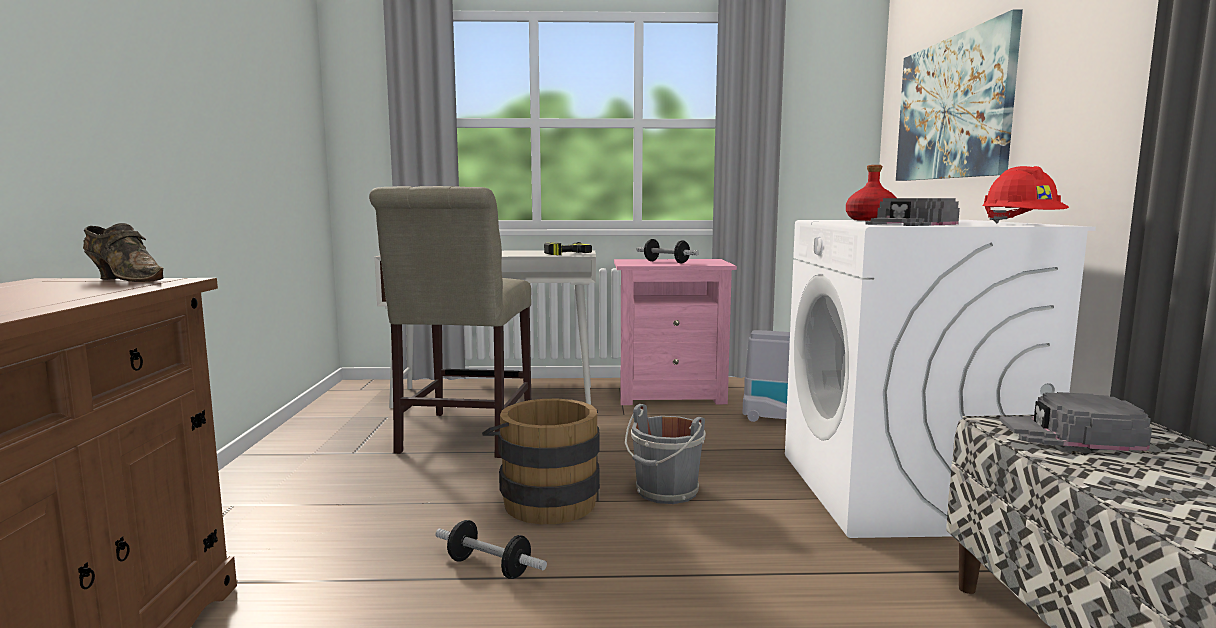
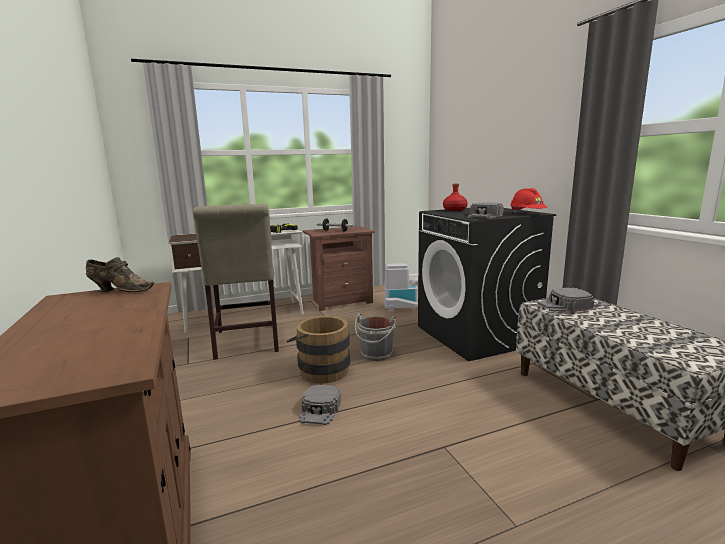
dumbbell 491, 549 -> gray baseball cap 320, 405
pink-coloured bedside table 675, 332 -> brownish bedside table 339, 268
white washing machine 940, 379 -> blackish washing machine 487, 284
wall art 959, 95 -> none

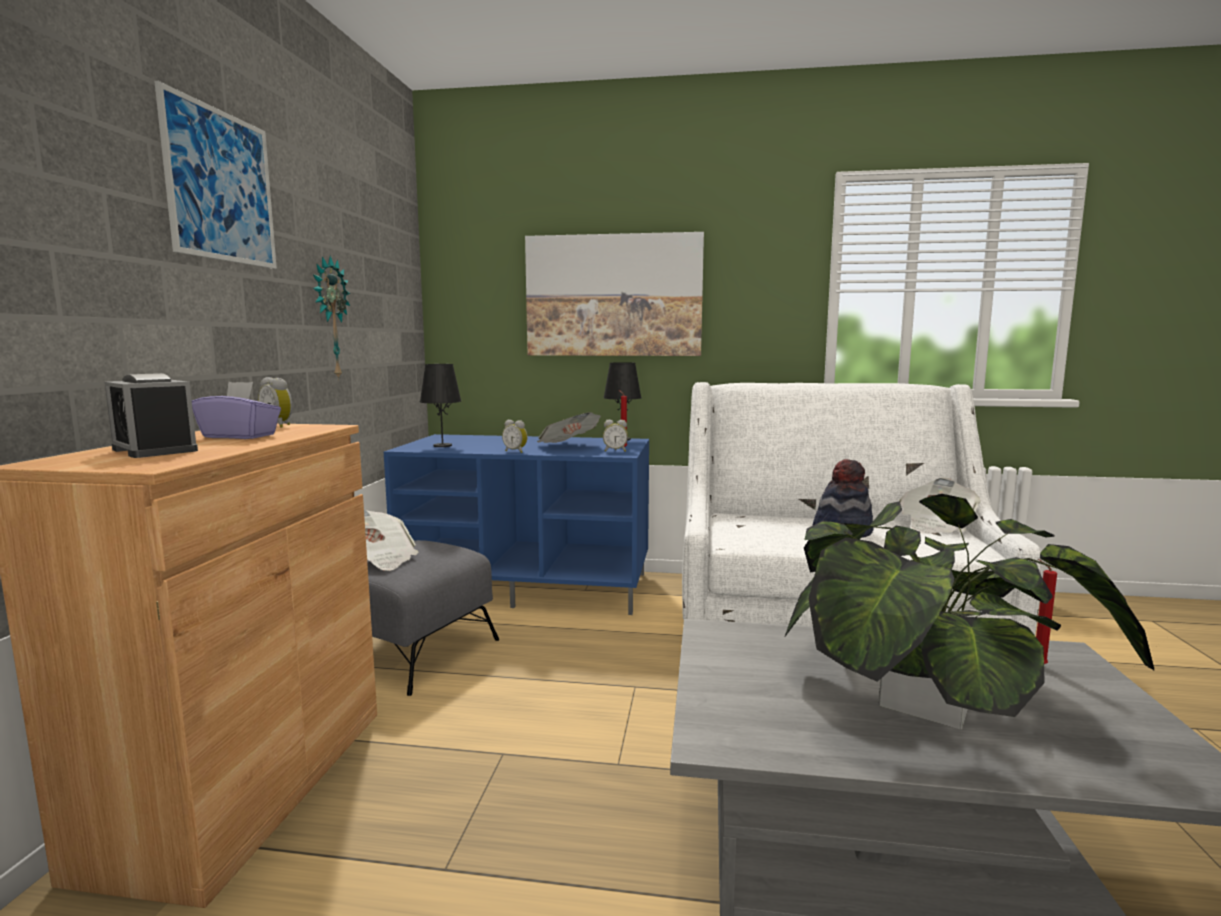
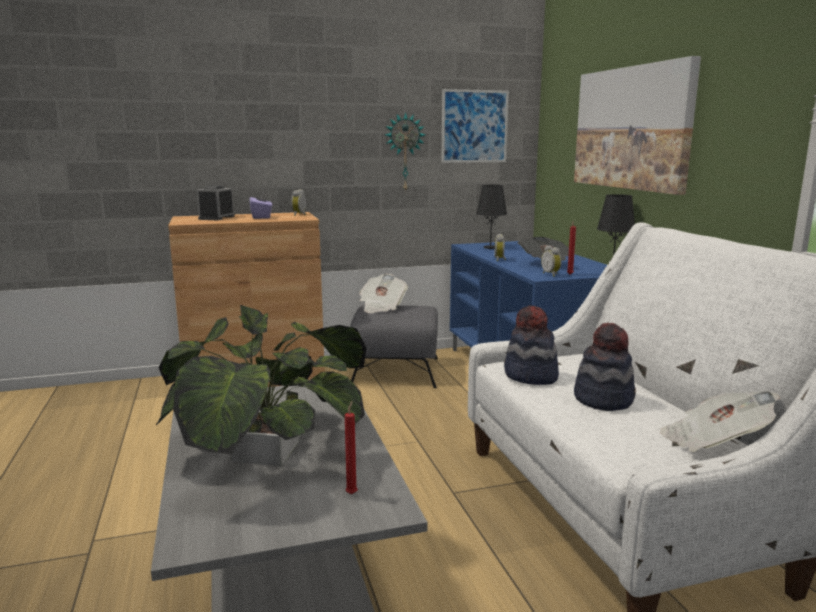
wall art 215, 175 -> wall art 475, 126, move
none -> wearable hat 531, 345

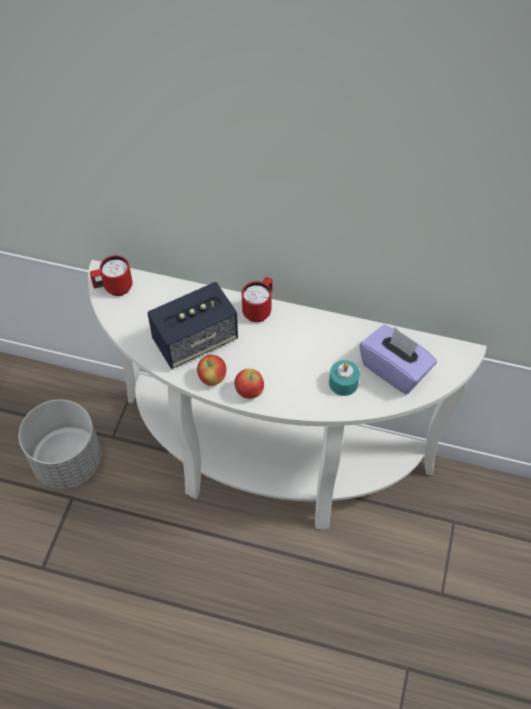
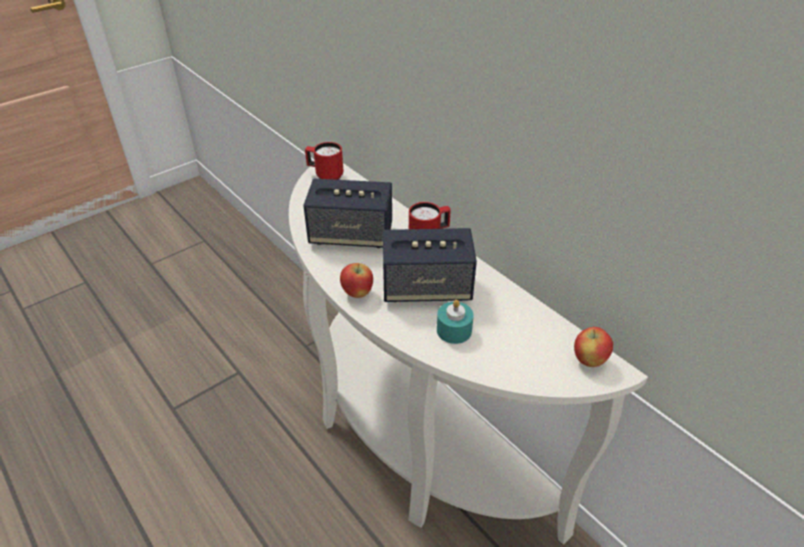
none -> speaker 430, 265
whole apple 211, 370 -> whole apple 593, 347, move
gray plant pot 60, 444 -> none
purple tissue box 398, 359 -> none

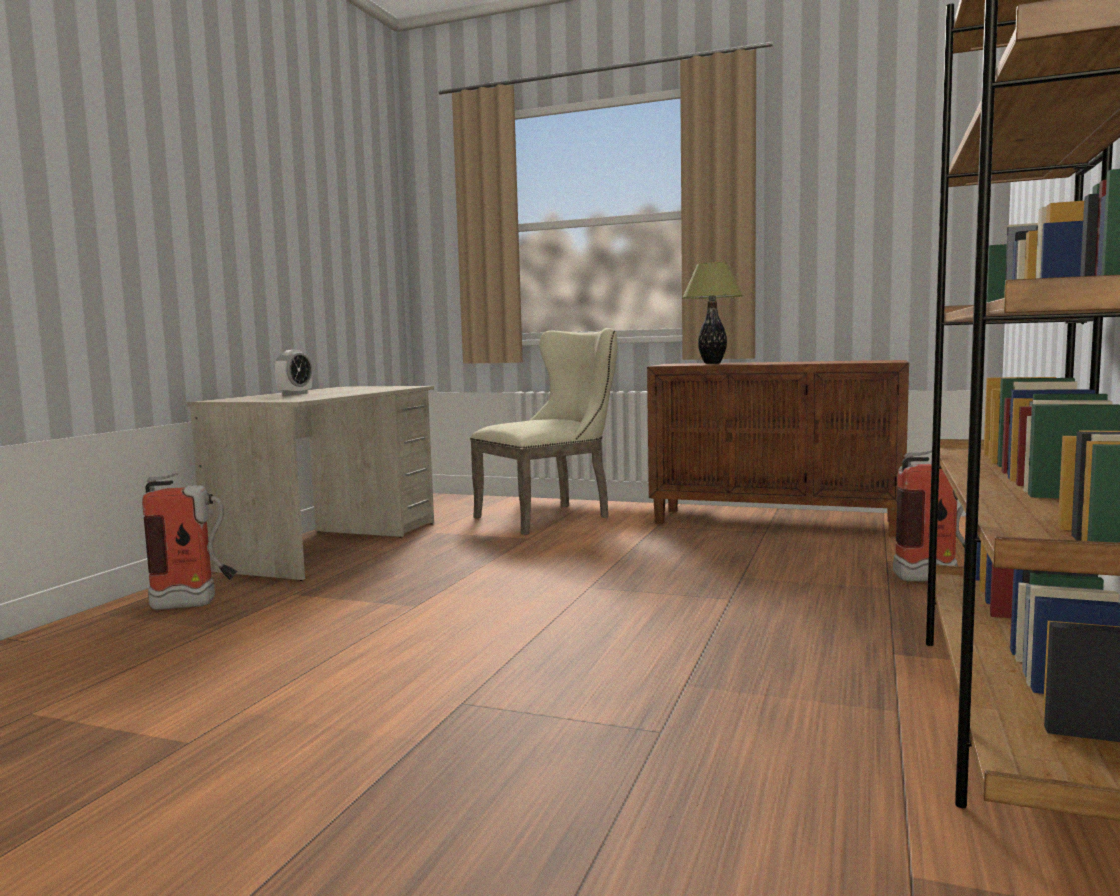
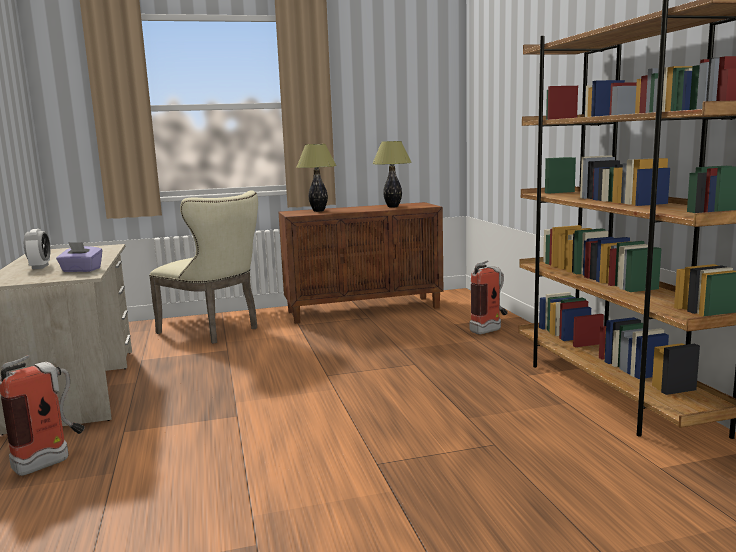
none -> purple tissue box 79, 257
beige chair 544, 431 -> beige chair 203, 267, 105 degrees clockwise
none -> table lamp 392, 174

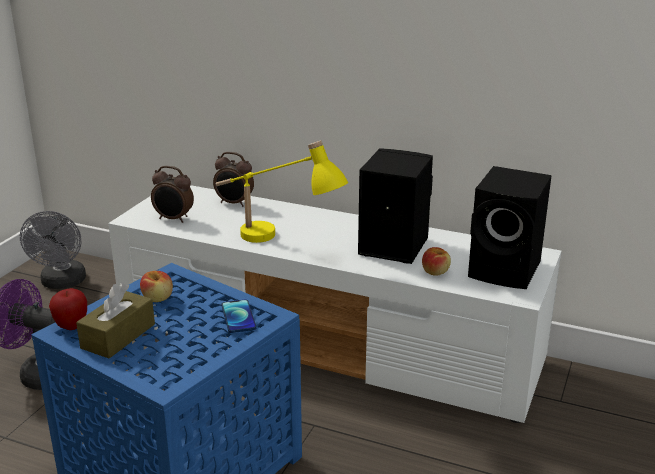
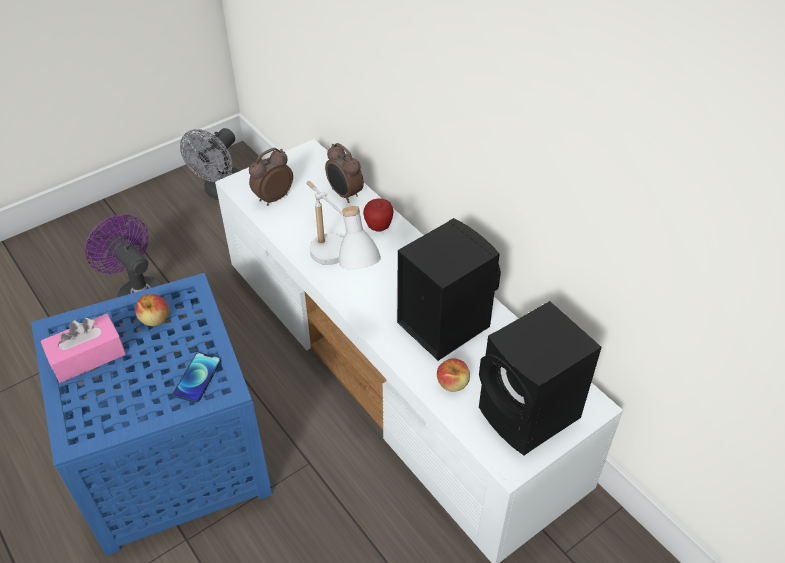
brownish tissue box 115, 320 -> pink-coloured tissue box 83, 348
bedside clock 172, 194 -> bedside clock 271, 177, 90 degrees clockwise
yellow-coloured table lamp 282, 191 -> white table lamp 343, 225
whole apple 68, 309 -> whole apple 378, 215, move

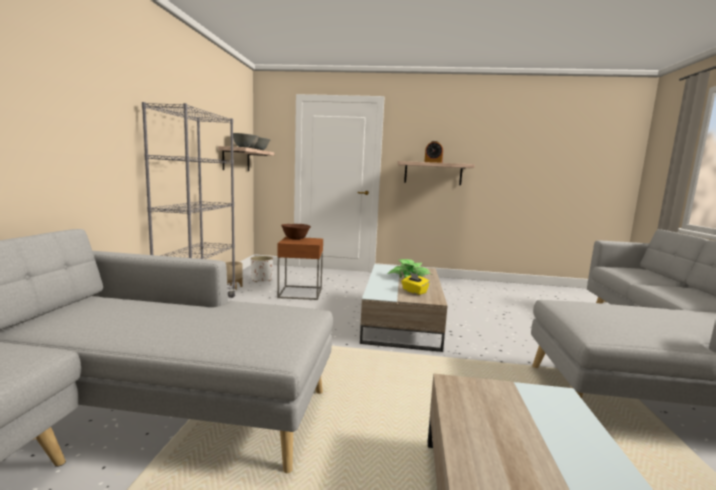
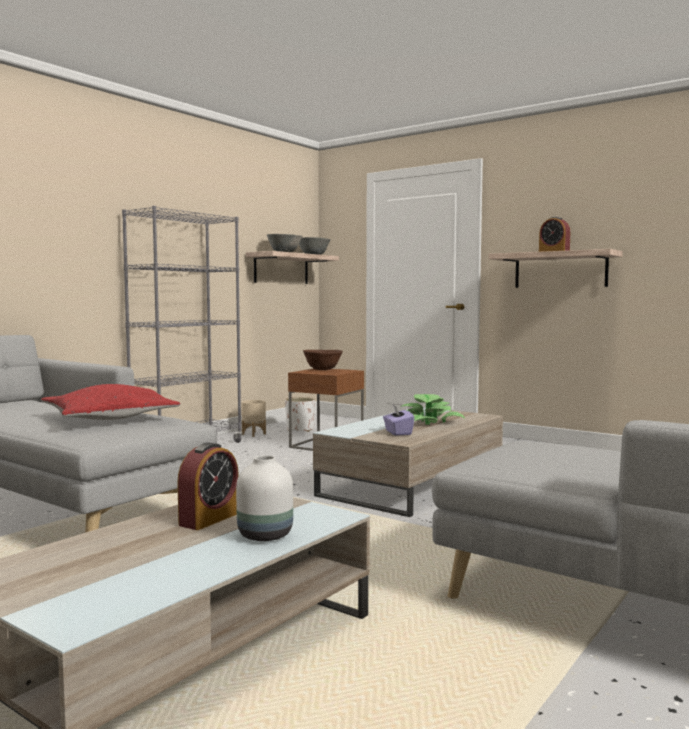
none -> red cushion 110, 402
none -> bedside clock 208, 486
none -> white flower vase 264, 498
yellow-coloured tissue box 415, 283 -> purple tissue box 399, 420

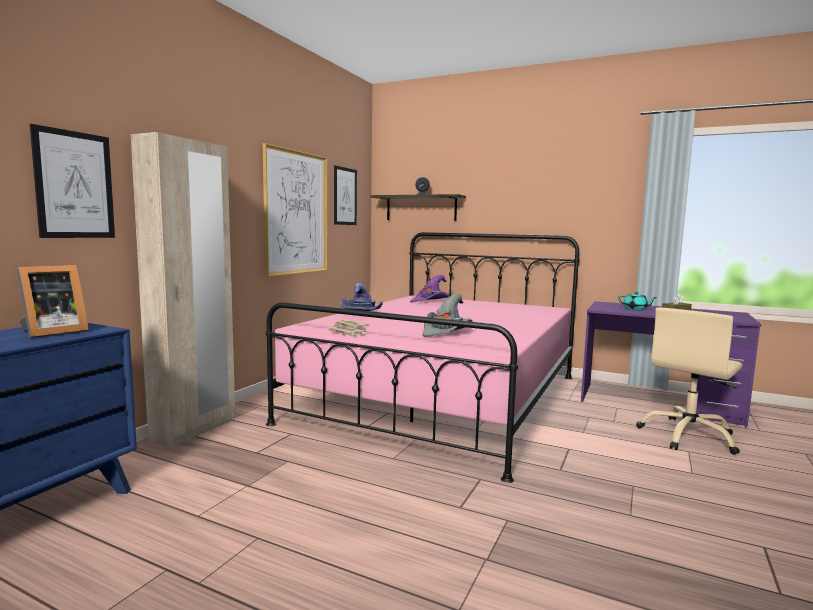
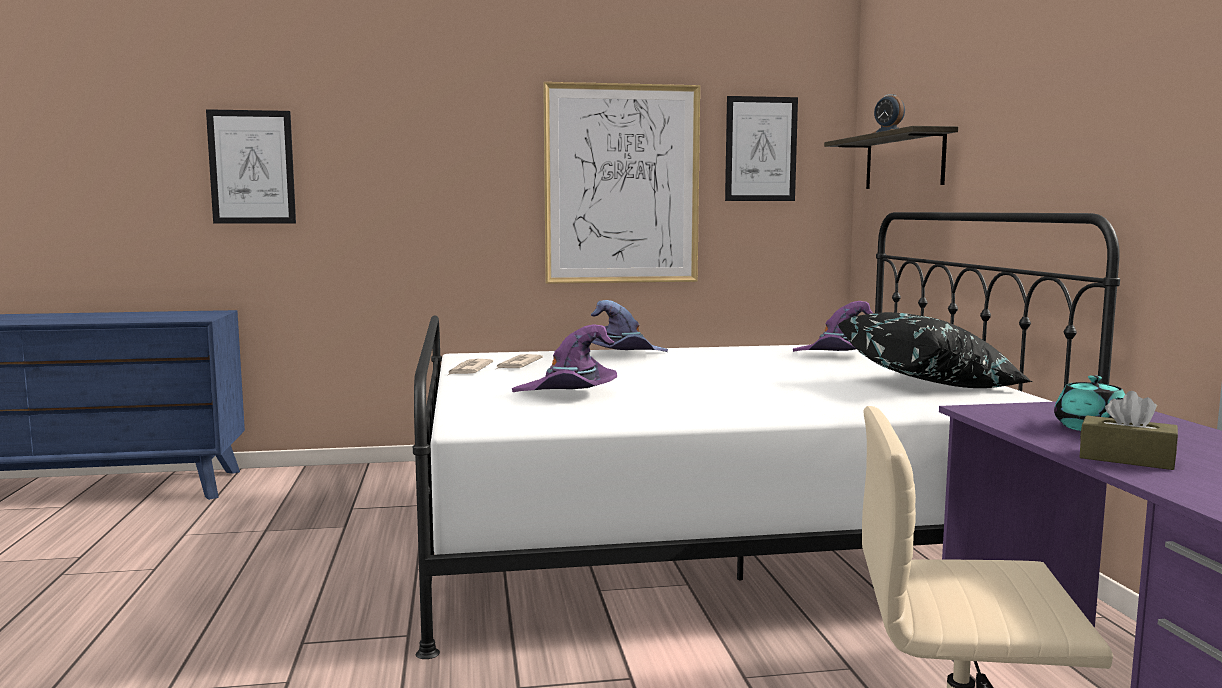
pink-coloured bedroom bed 423, 357 -> white bedroom bed 766, 435
gray wearable hat 448, 315 -> purple wearable hat 564, 358
none -> blackish cushion 935, 350
photo frame 52, 301 -> none
beige armoire 183, 290 -> none

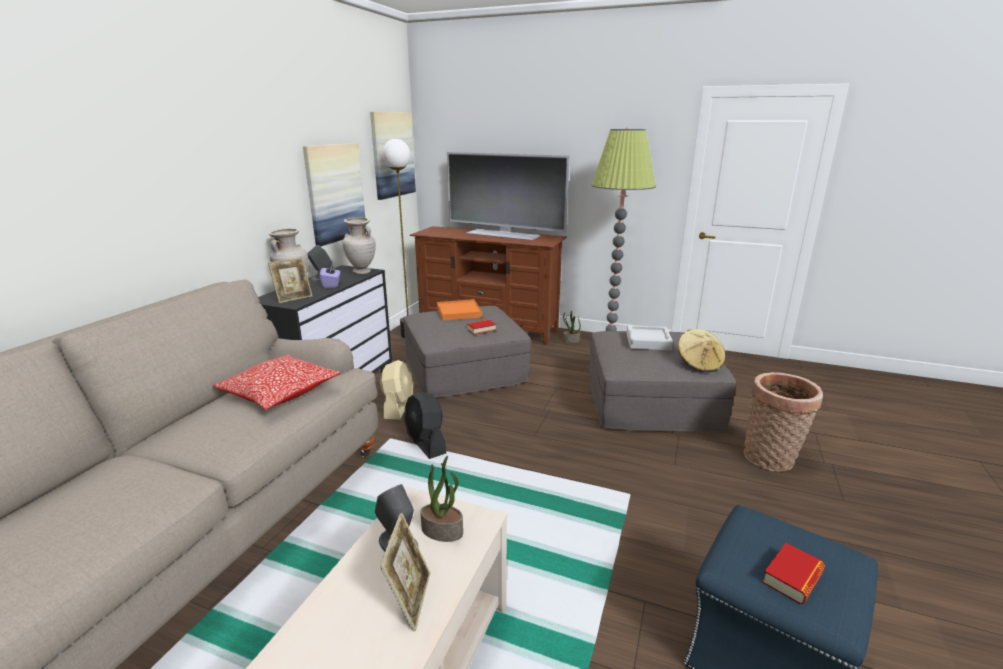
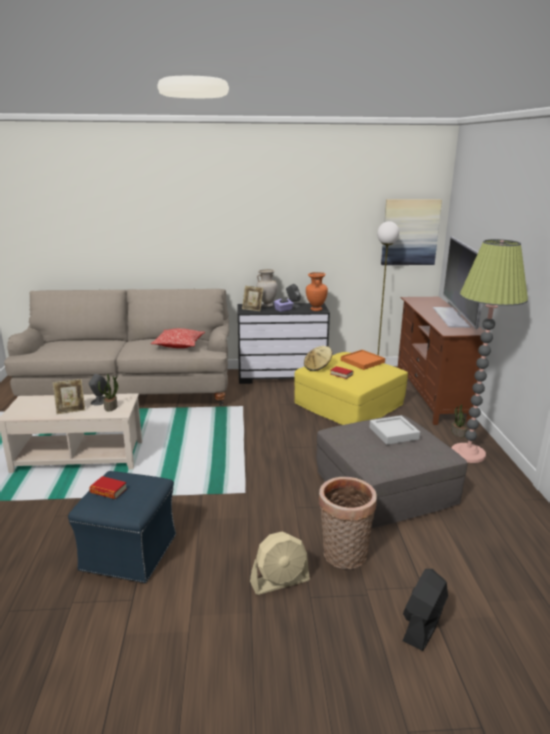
beige cooling fan 396, 390 -> beige cooling fan 280, 563, move
gray pouffe 467, 351 -> yellow-coloured pouffe 351, 388
beige wearable hat 702, 350 -> beige wearable hat 318, 358, move
beige flower vase 359, 246 -> orange-coloured flower vase 317, 291
blackish cooling fan 425, 425 -> blackish cooling fan 425, 610, move
wall art 335, 195 -> none

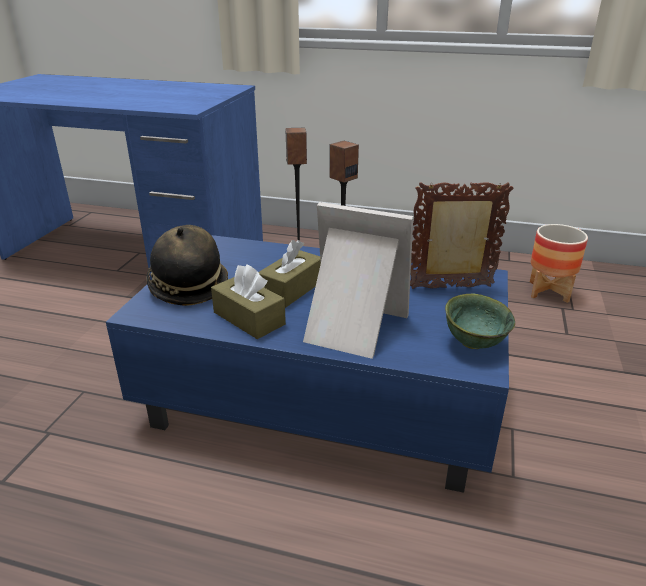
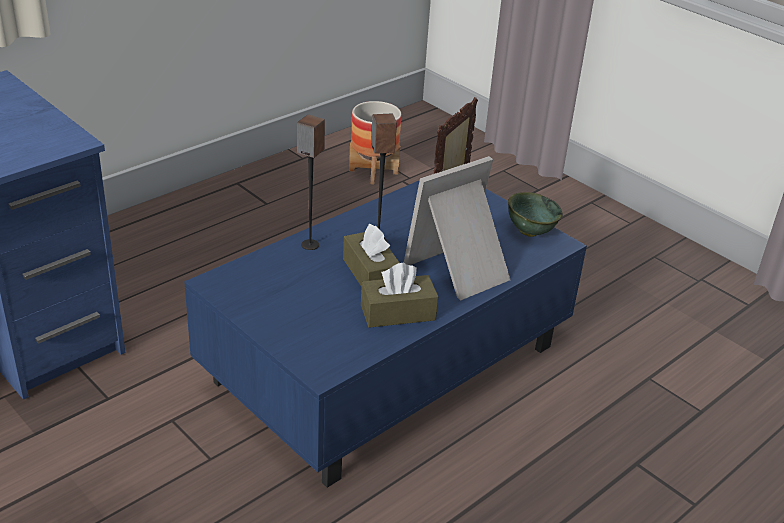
wearable hat 187, 265 -> none

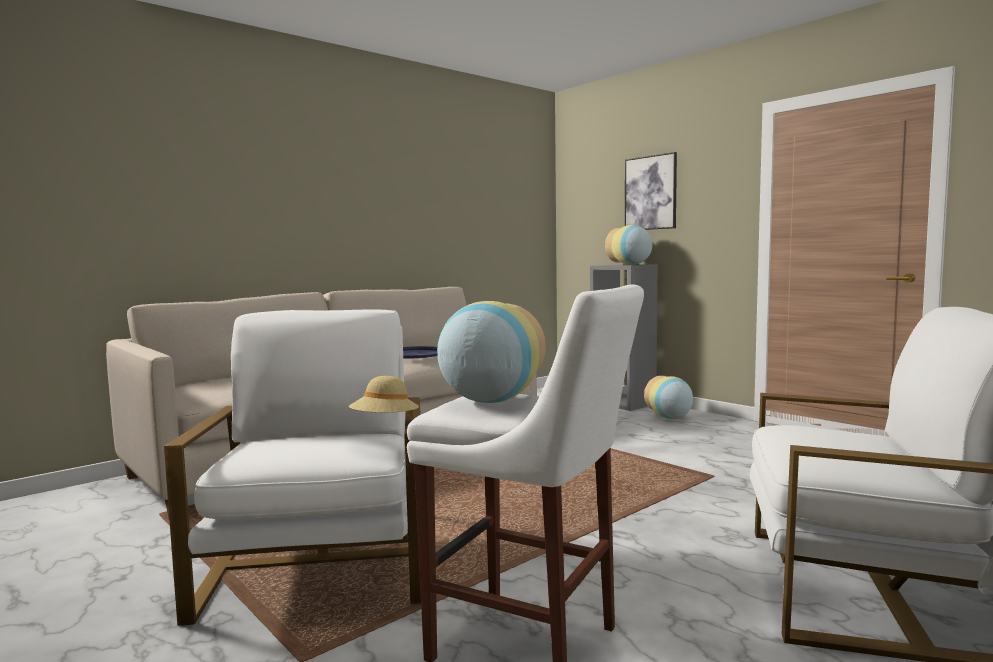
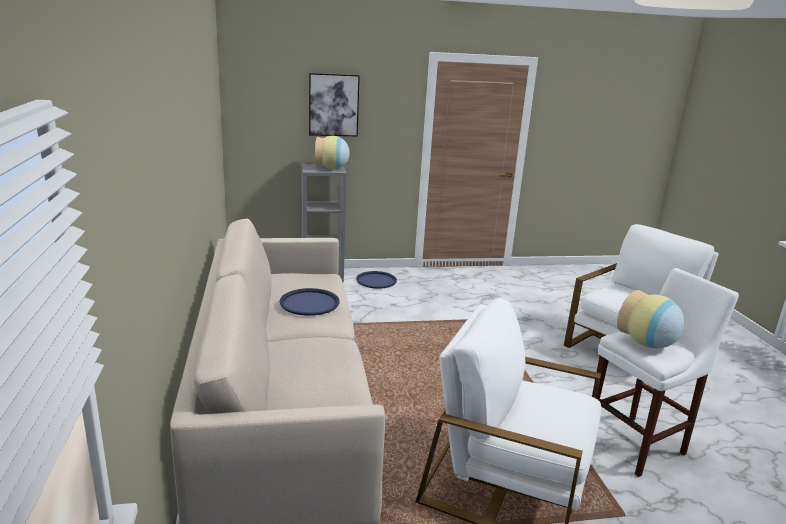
flower vase 668, 397 -> bluish serving tray 376, 280
beige wearable hat 384, 396 -> none

